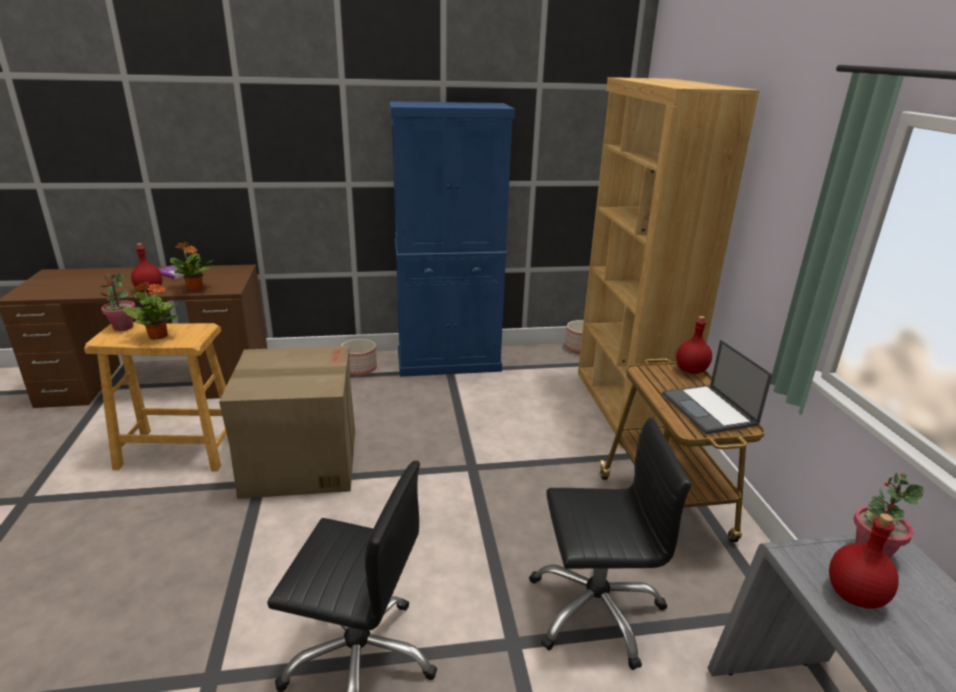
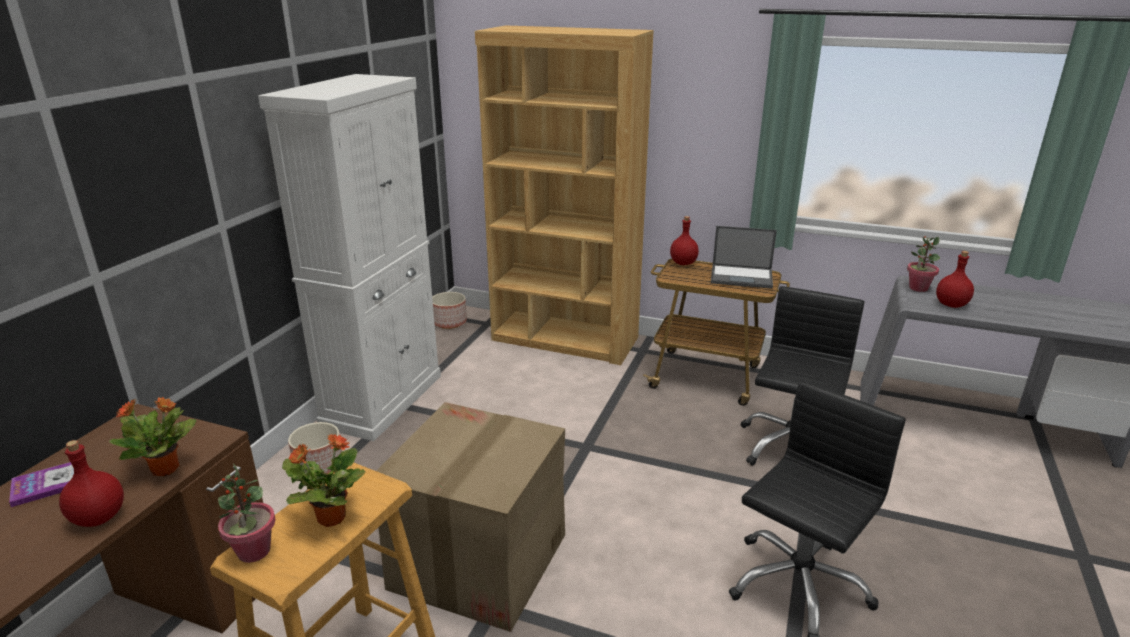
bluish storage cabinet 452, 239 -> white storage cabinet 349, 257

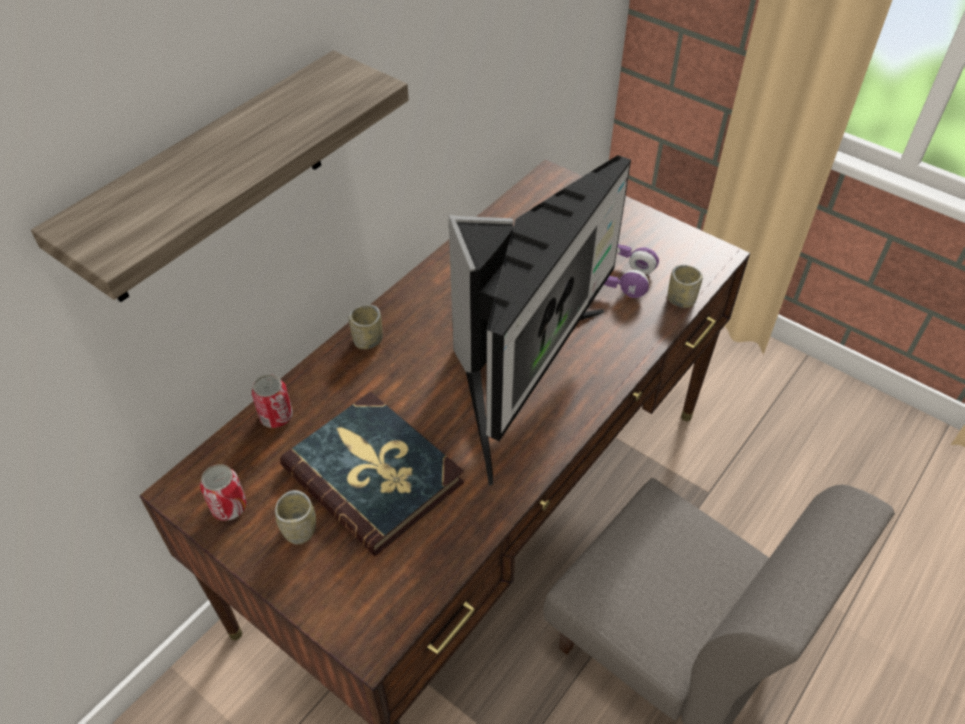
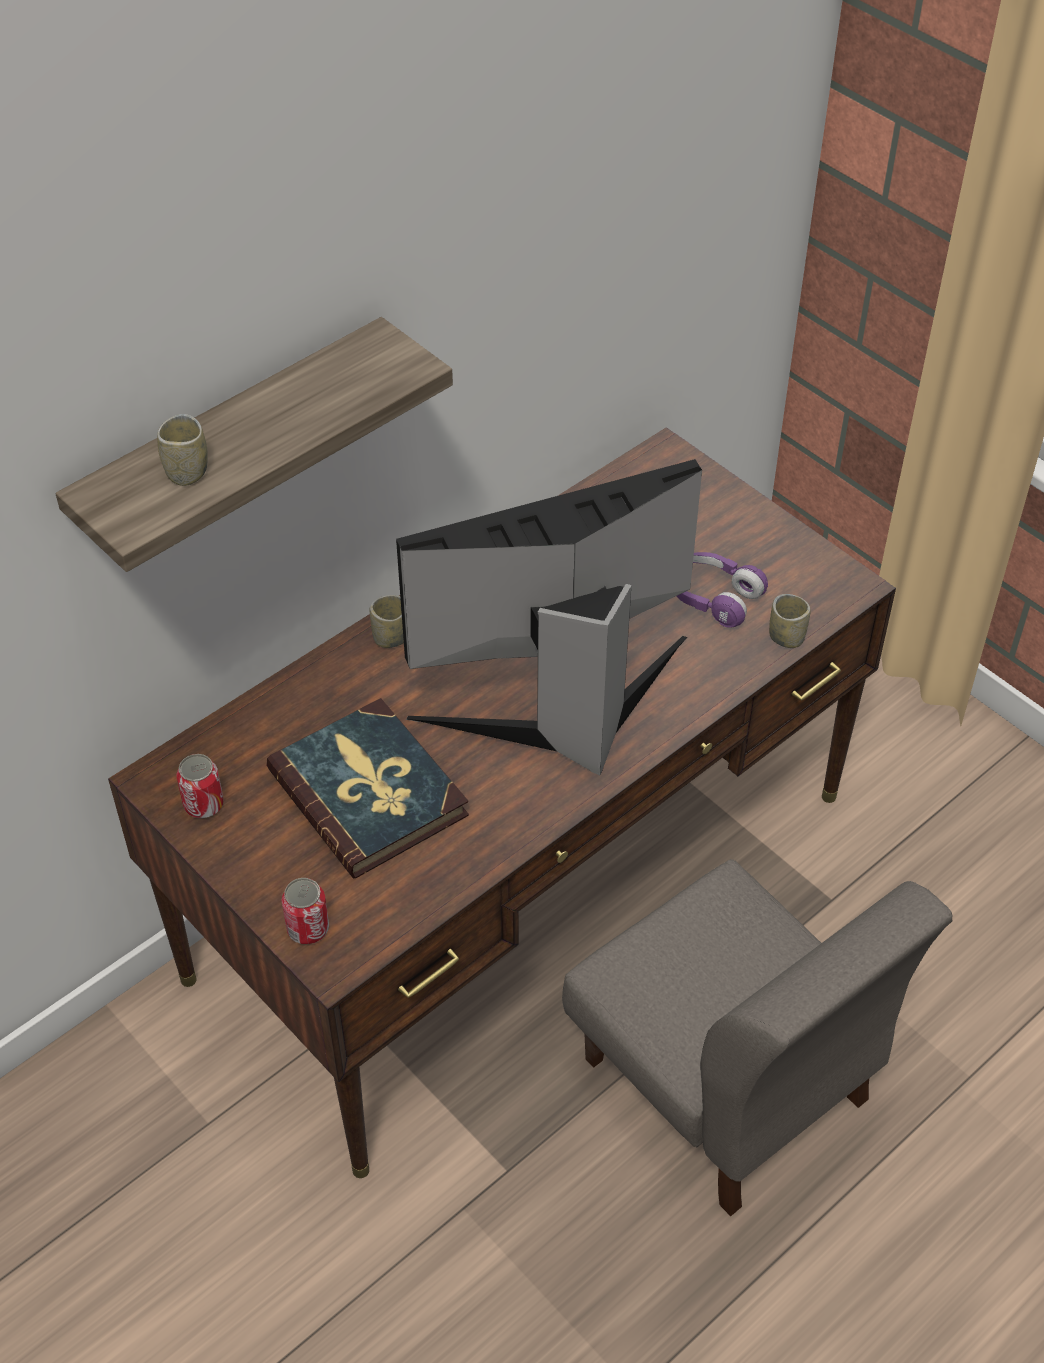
small cup 295, 517 -> small cup 182, 450, move
sealed can 272, 401 -> sealed can 305, 911, move
computer screen 539, 320 -> computer screen 549, 617, 150 degrees counterclockwise

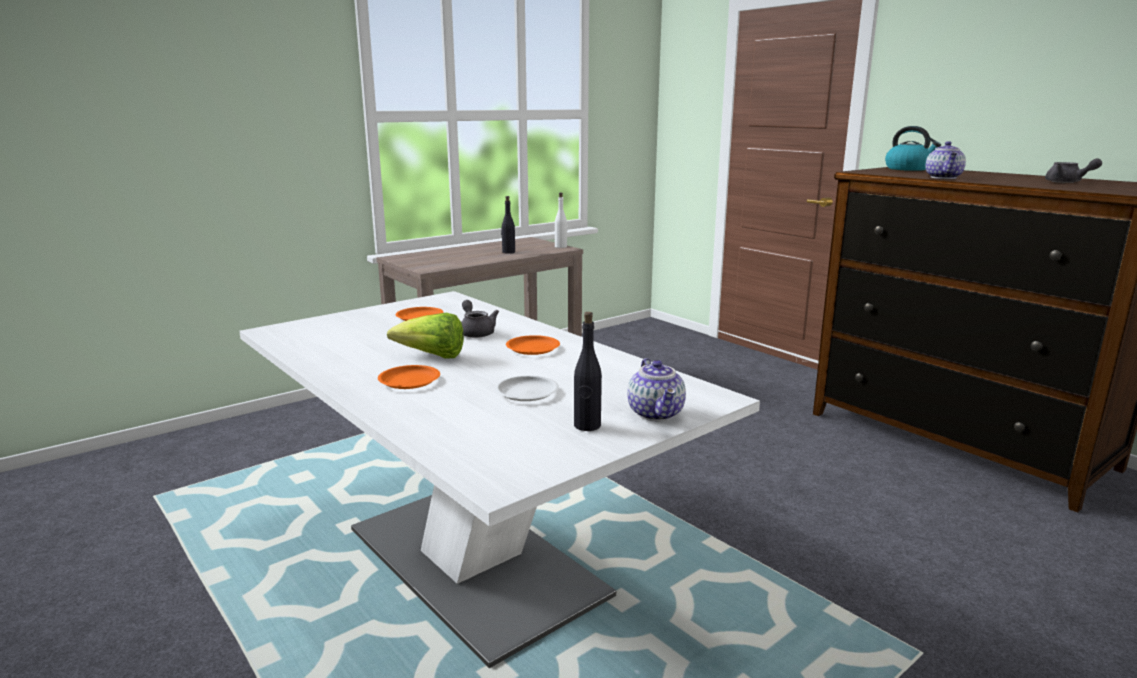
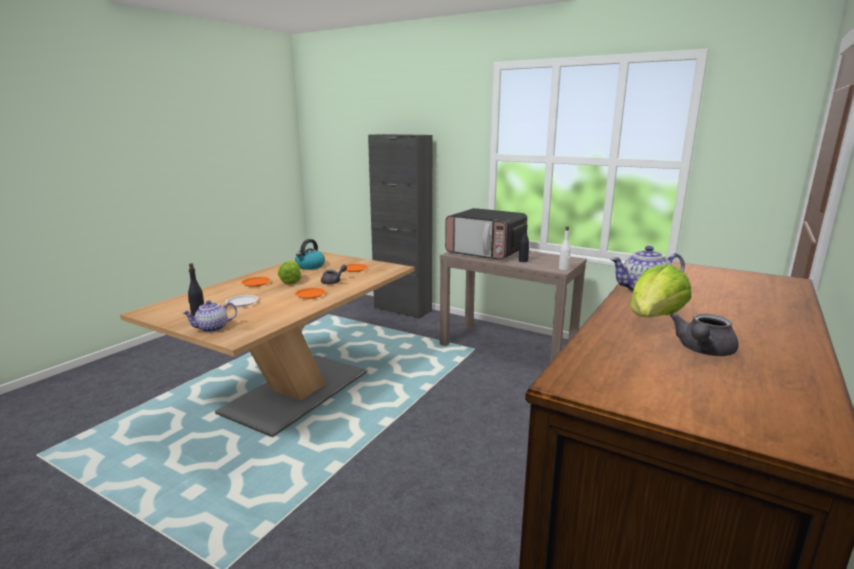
white dinner table 499, 479 -> brownish dinner table 267, 344
tea kettle 913, 148 -> tea kettle 310, 254, move
none -> blackish storage cabinet 400, 226
none -> microwave oven 486, 234
none -> lettuce 660, 291

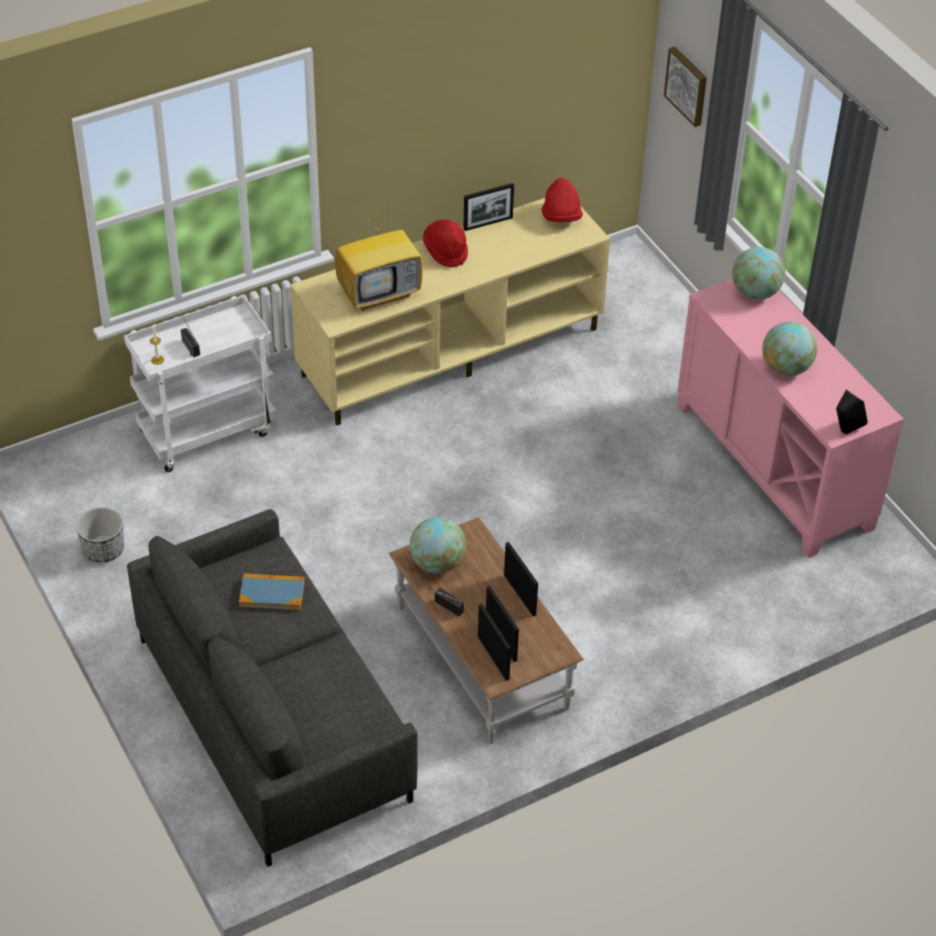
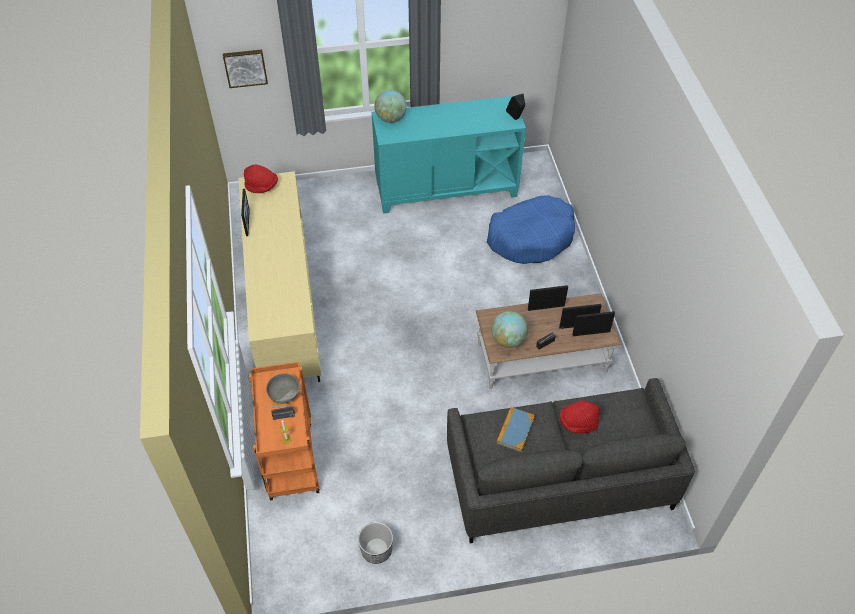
white cart 200, 383 -> orange-coloured cart 284, 431
none -> gray deep dish 282, 388
pink-coloured storage cabinet 790, 418 -> blue-green storage cabinet 449, 155
none -> bluish dog cushion 531, 229
red wearable hat 445, 243 -> red wearable hat 579, 417, move
TV set 379, 264 -> none
world globe 789, 349 -> none

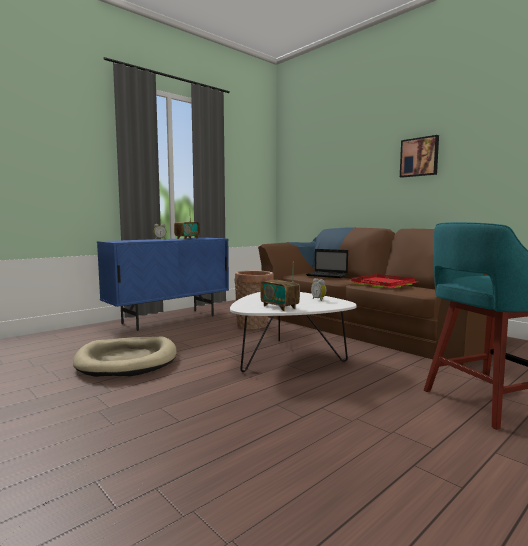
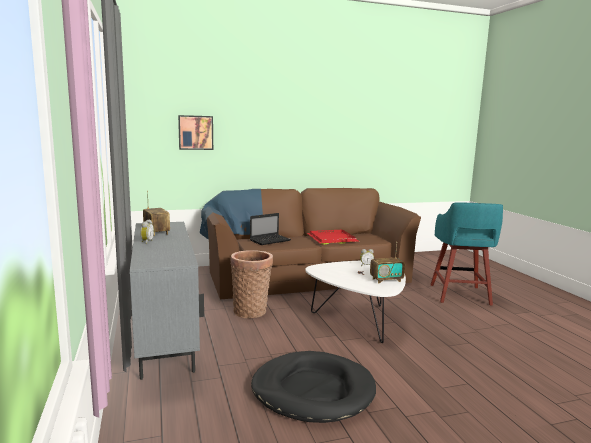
bluish storage cabinet 163, 284 -> gray storage cabinet 167, 301
wall art 419, 156 -> wall art 195, 132, move
beige dog cushion 125, 356 -> blackish dog cushion 313, 387

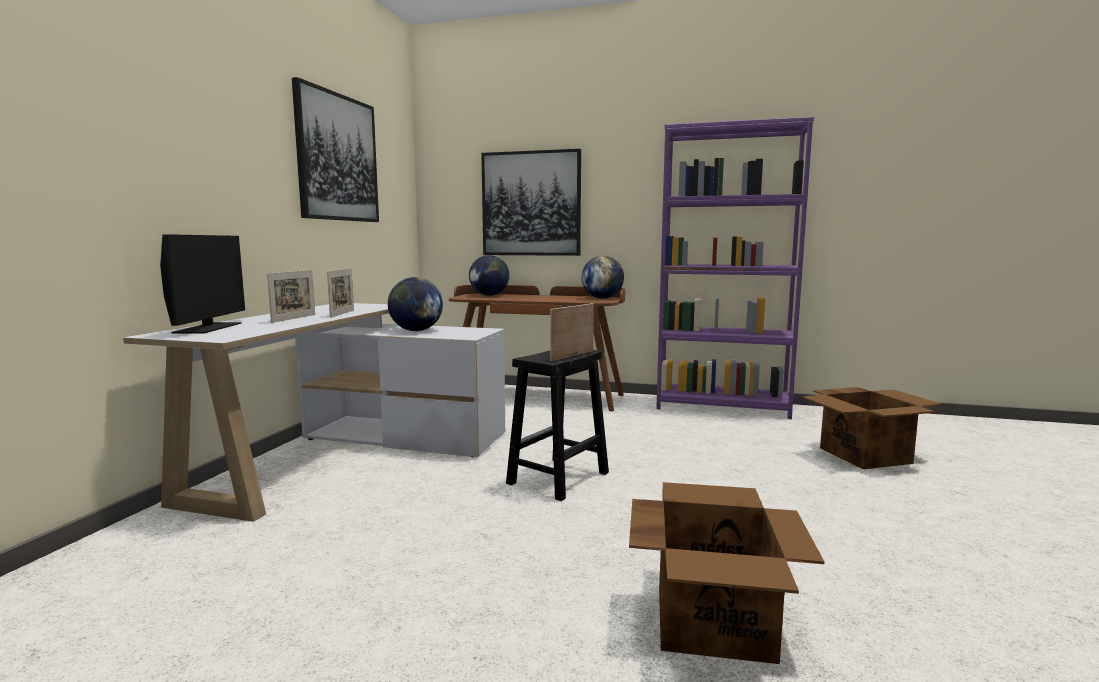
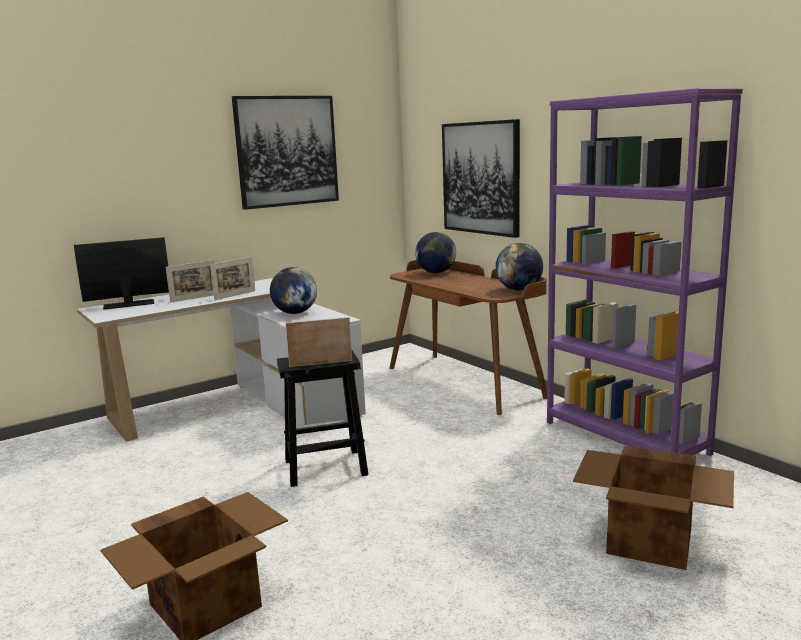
computer screen 202, 284 -> computer screen 121, 273, 150 degrees counterclockwise

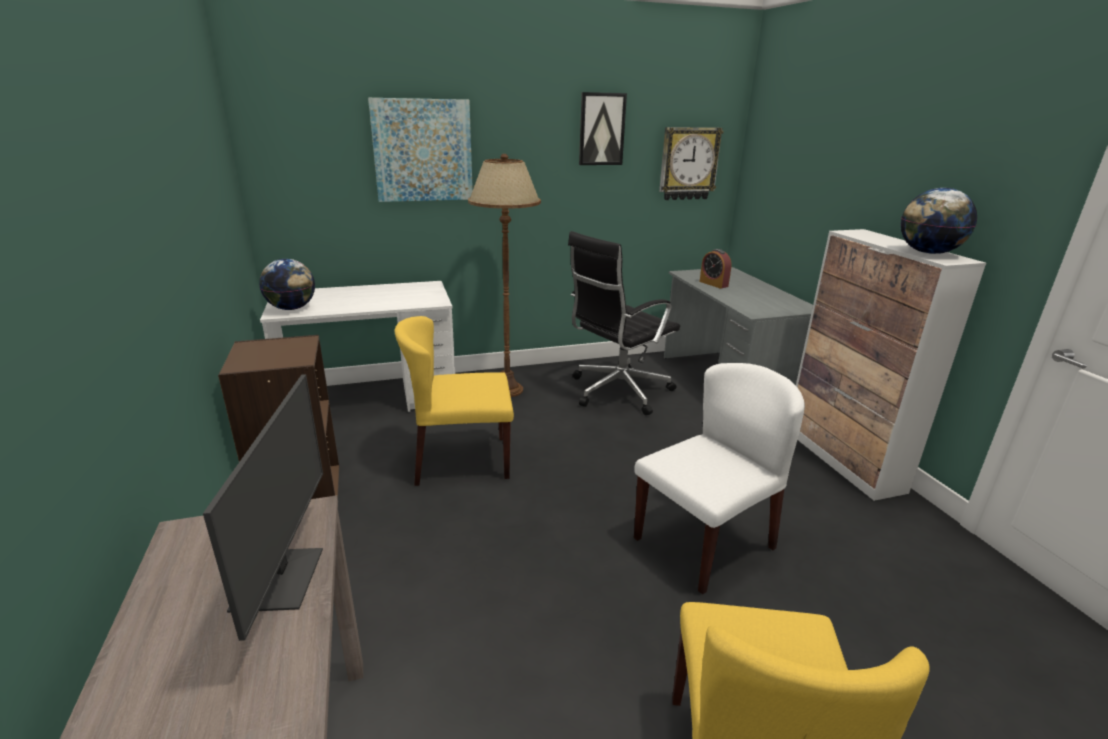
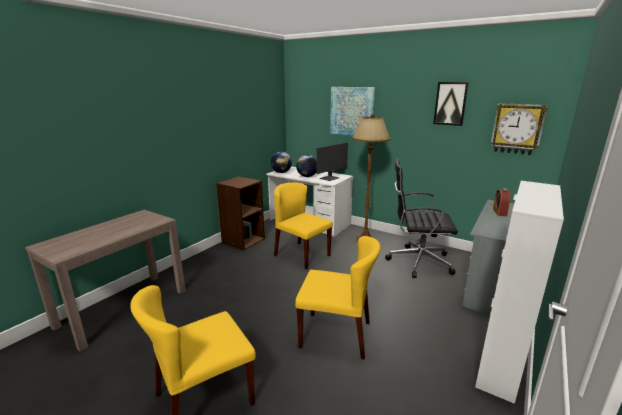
white chair 719, 479 -> yellow-coloured chair 338, 298
world globe 939, 221 -> world globe 306, 166, move
computer screen 263, 508 -> computer screen 332, 162, move

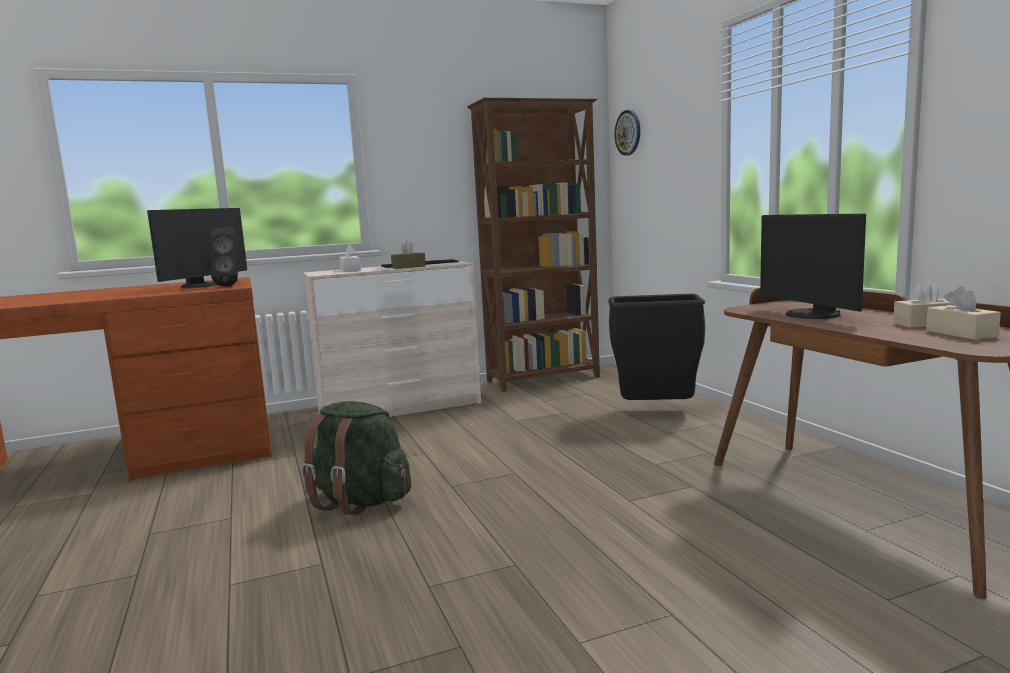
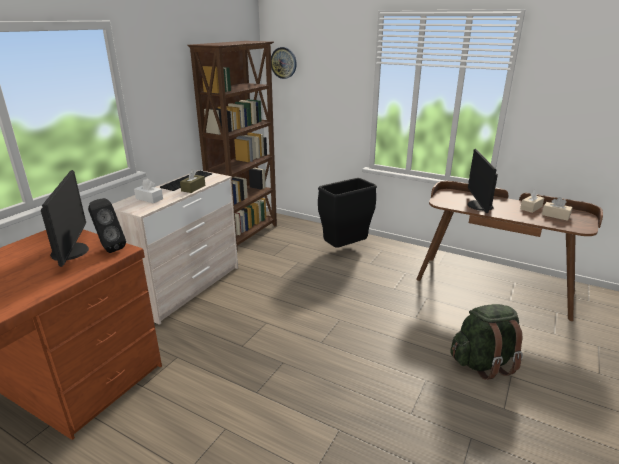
greenish rucksack 356, 458 -> greenish rucksack 486, 342, move
computer screen 813, 266 -> computer screen 482, 181, 60 degrees clockwise

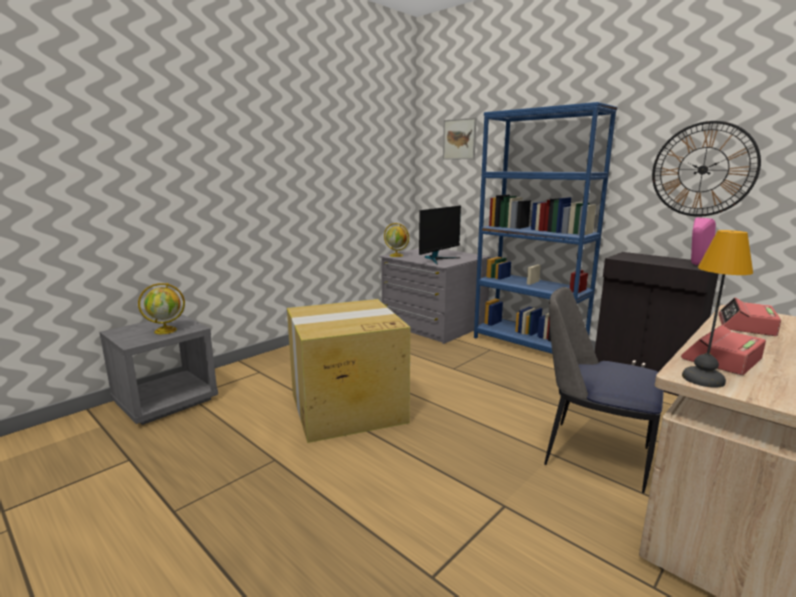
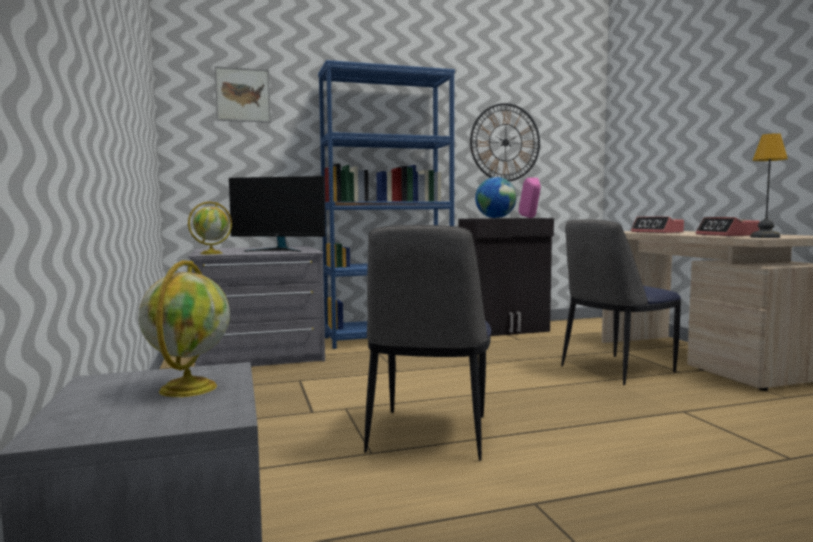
computer screen 440, 235 -> computer screen 277, 214, 120 degrees clockwise
packing box 348, 371 -> chair 427, 343
none -> world globe 496, 197

